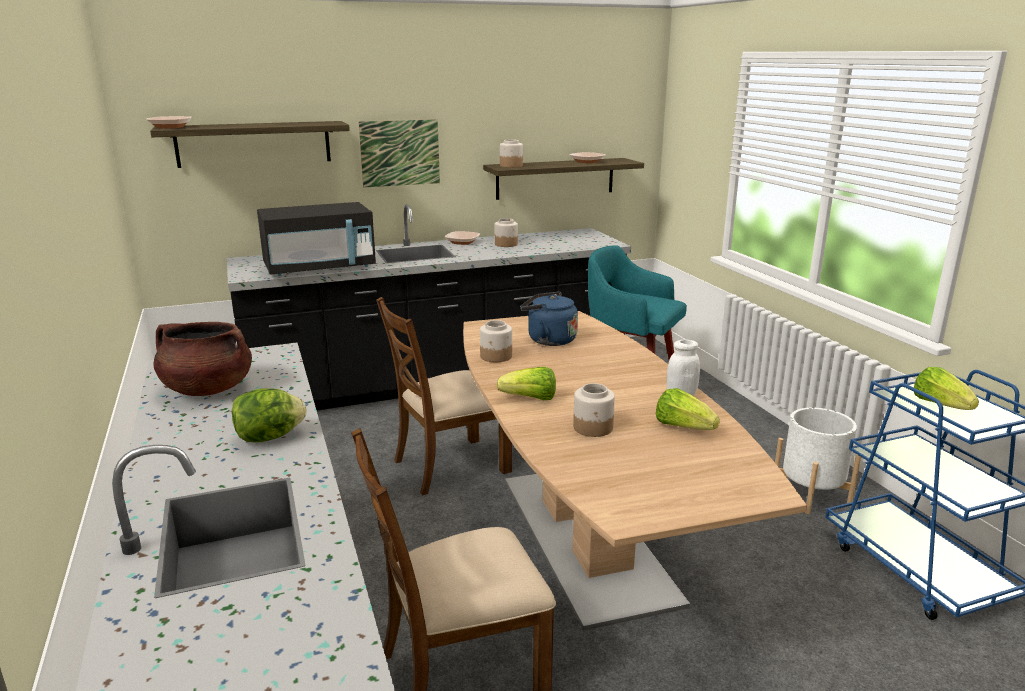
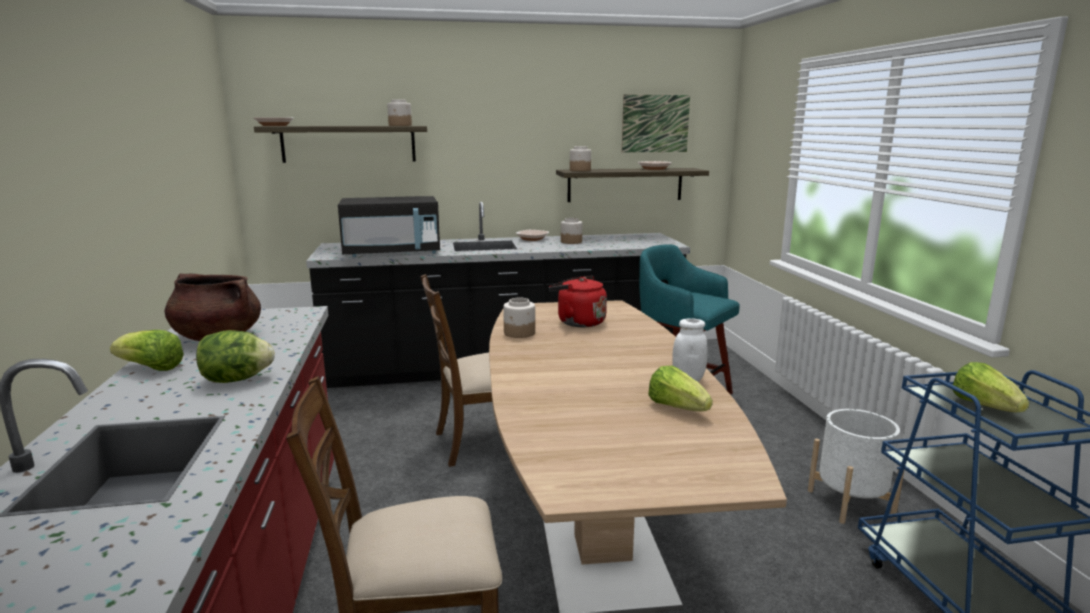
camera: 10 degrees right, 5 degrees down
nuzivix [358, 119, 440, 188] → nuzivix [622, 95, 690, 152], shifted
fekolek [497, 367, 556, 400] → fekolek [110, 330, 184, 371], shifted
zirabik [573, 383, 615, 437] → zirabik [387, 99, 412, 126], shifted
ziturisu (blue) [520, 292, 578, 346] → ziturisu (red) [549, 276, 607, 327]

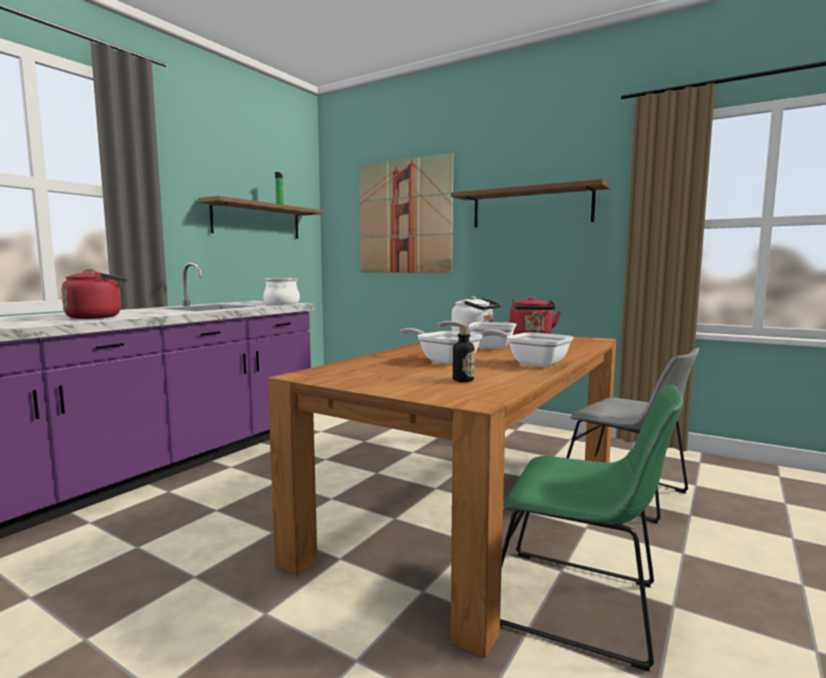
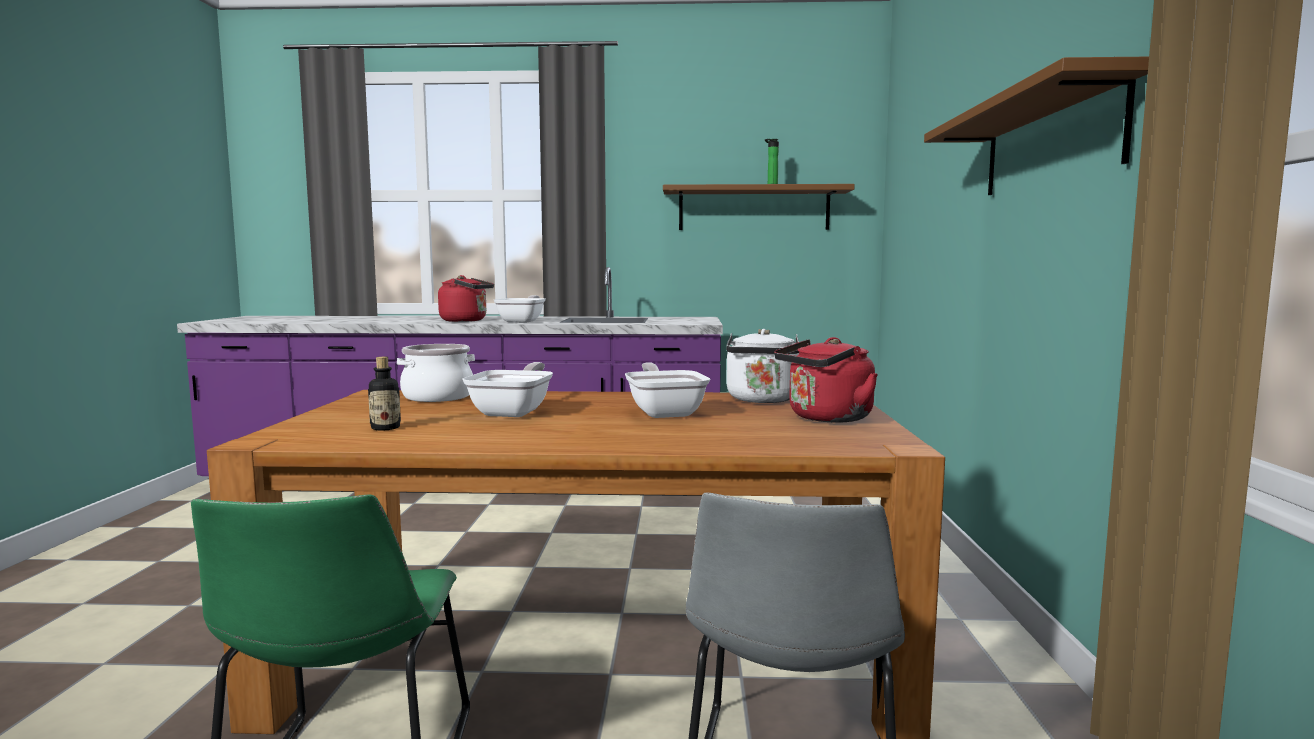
camera: 60 degrees right, 0 degrees up
nuzivix [359, 153, 453, 273] → -
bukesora [263, 278, 300, 305] → bukesora [397, 344, 475, 402], shifted
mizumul [481, 330, 573, 367] → mizumul [494, 295, 546, 323], shifted

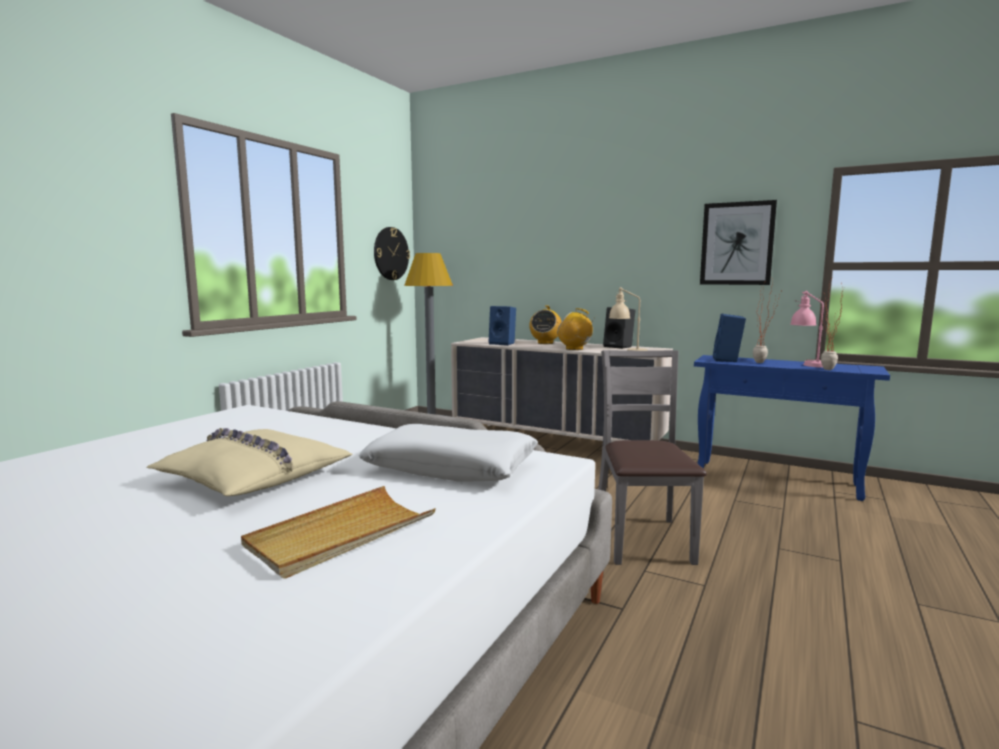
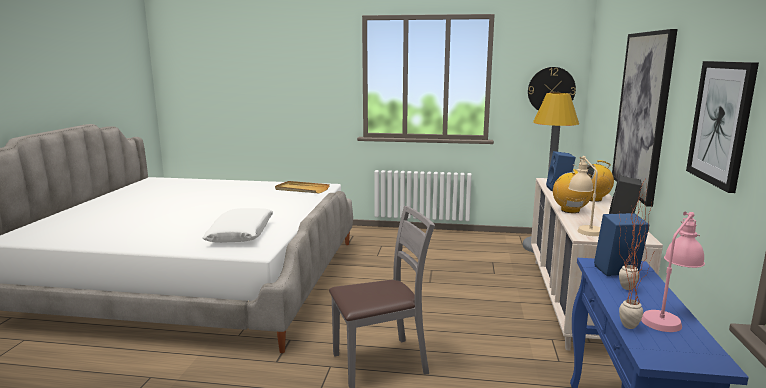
camera: 70 degrees right, 5 degrees up
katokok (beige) [146, 428, 353, 496] → -
- → nuzivix [612, 29, 678, 207]
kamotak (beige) [241, 486, 435, 579] → kamotak (beige) [275, 181, 330, 193], shifted

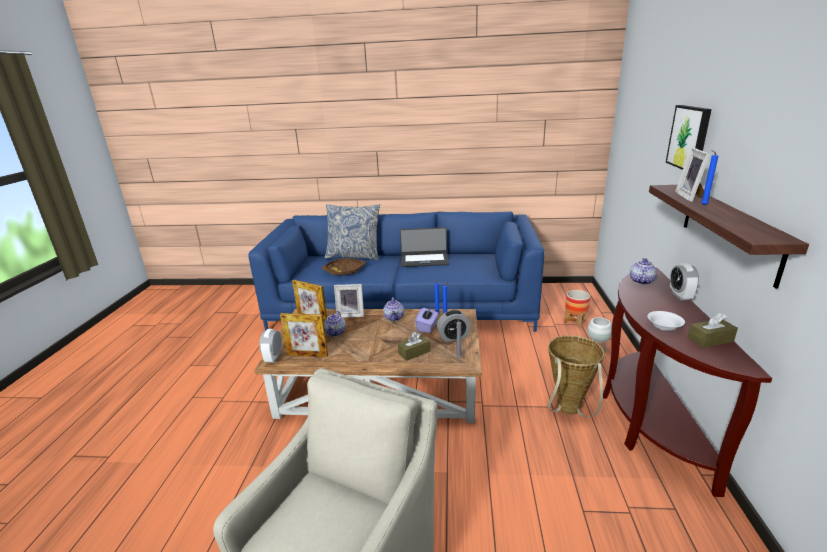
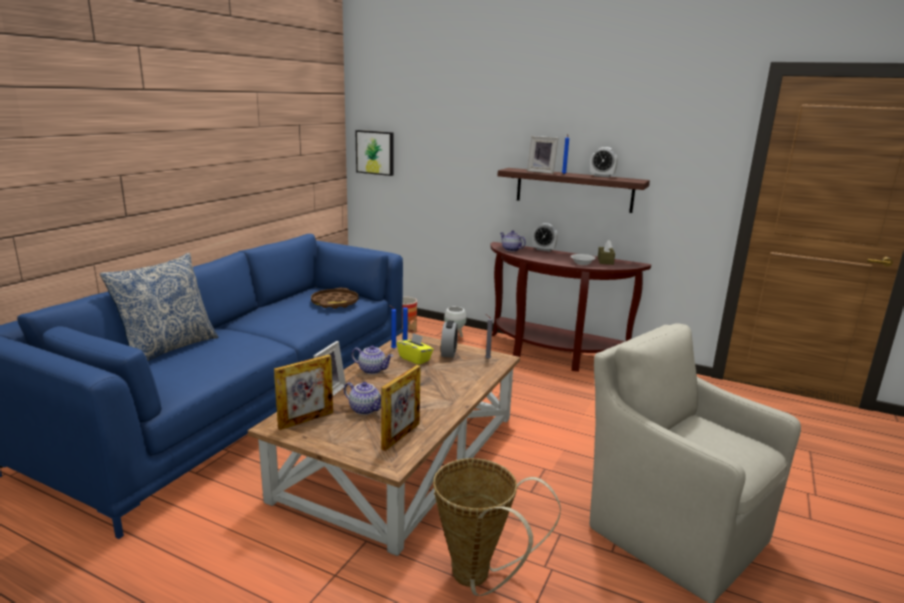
camera: 70 degrees left, 5 degrees down
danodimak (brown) [398, 332, 430, 361] → -
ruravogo [400, 227, 449, 267] → -
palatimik [259, 329, 282, 362] → palatimik [590, 147, 618, 177], shifted
kamotak (brown) [322, 258, 365, 276] → kamotak (brown) [311, 288, 359, 309], shifted
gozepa [548, 335, 604, 417] → gozepa [433, 458, 561, 596], shifted
nuzivix [666, 105, 712, 170] → nuzivix [355, 130, 394, 176], shifted
danodimak (purple) [415, 306, 438, 333] → danodimak (yellow) [397, 333, 434, 365]

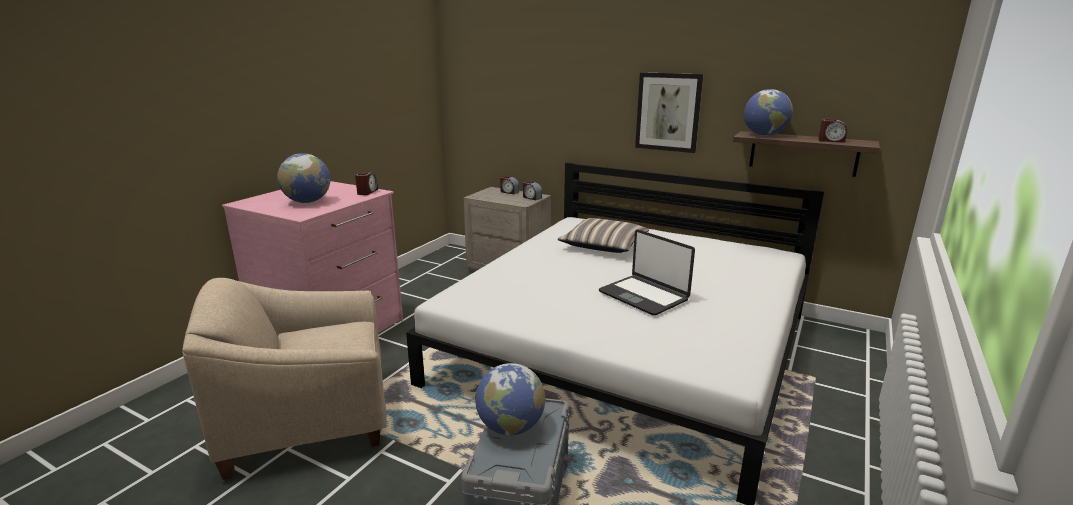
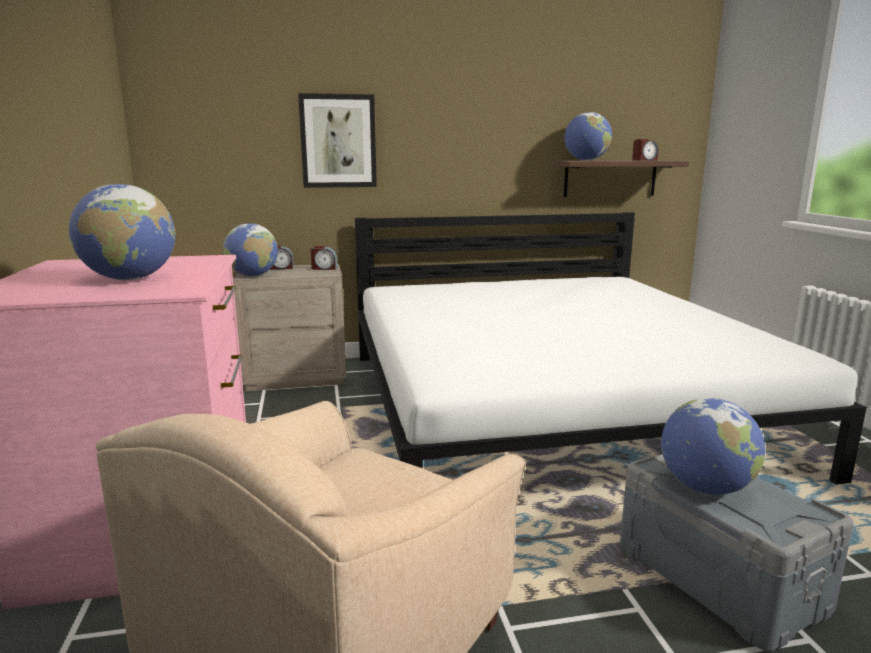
camera: 40 degrees left, 5 degrees down
palatimik [355, 172, 378, 195] → -
katokok [558, 218, 649, 253] → -
ruravogo [599, 229, 695, 315] → -
- → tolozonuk [223, 223, 278, 276]
nuzivix [635, 72, 703, 153] → nuzivix [298, 93, 377, 188], shifted

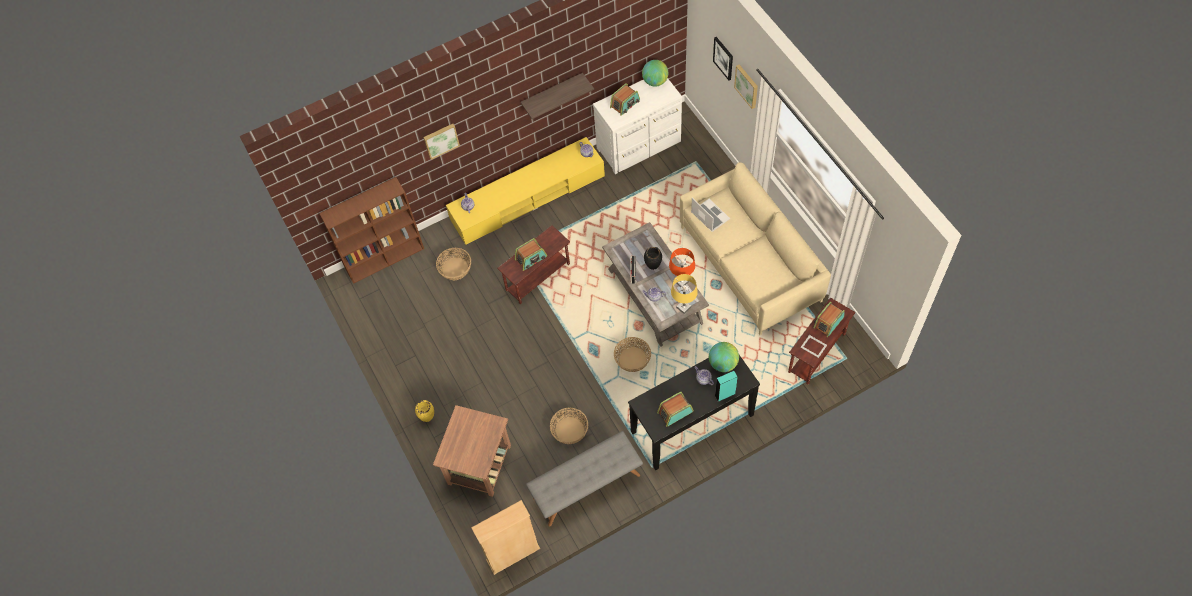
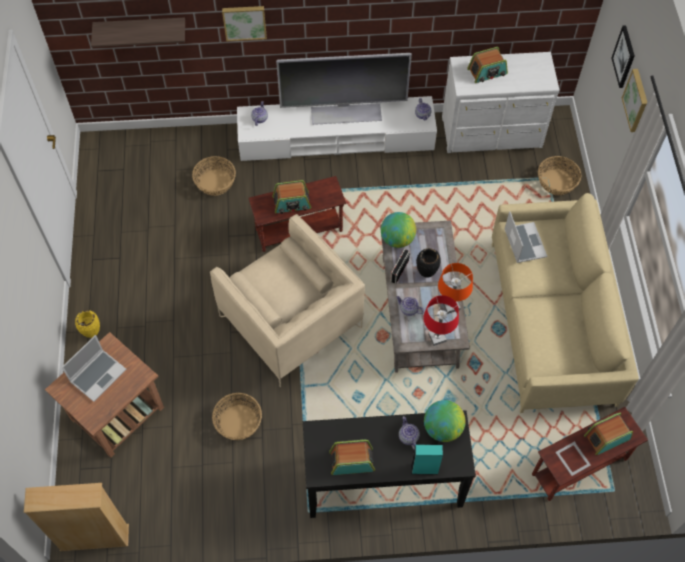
camera: 20 degrees right, 0 degrees up
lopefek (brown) [319, 177, 424, 284] → -
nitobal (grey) [526, 431, 643, 527] → -
- → ruravogo [62, 335, 126, 402]
- → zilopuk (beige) [210, 214, 365, 387]
- → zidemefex [276, 53, 412, 125]
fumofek [521, 73, 594, 119] → fumofek [91, 17, 185, 47], shifted
gozepa [614, 337, 651, 372] → gozepa [538, 156, 581, 195], shifted
tolozonuk [642, 60, 668, 87] → tolozonuk [381, 212, 416, 248], shifted
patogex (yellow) [446, 137, 605, 245] → patogex (white) [237, 96, 437, 161]
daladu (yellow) [671, 274, 698, 314] → daladu (red) [423, 295, 459, 346]

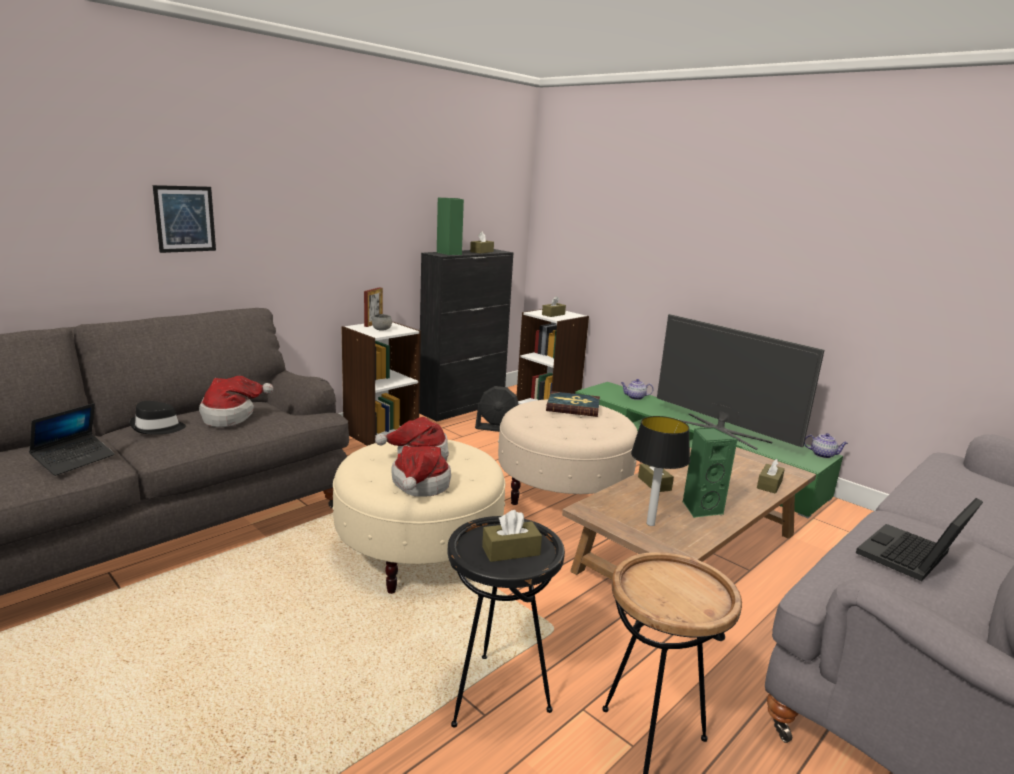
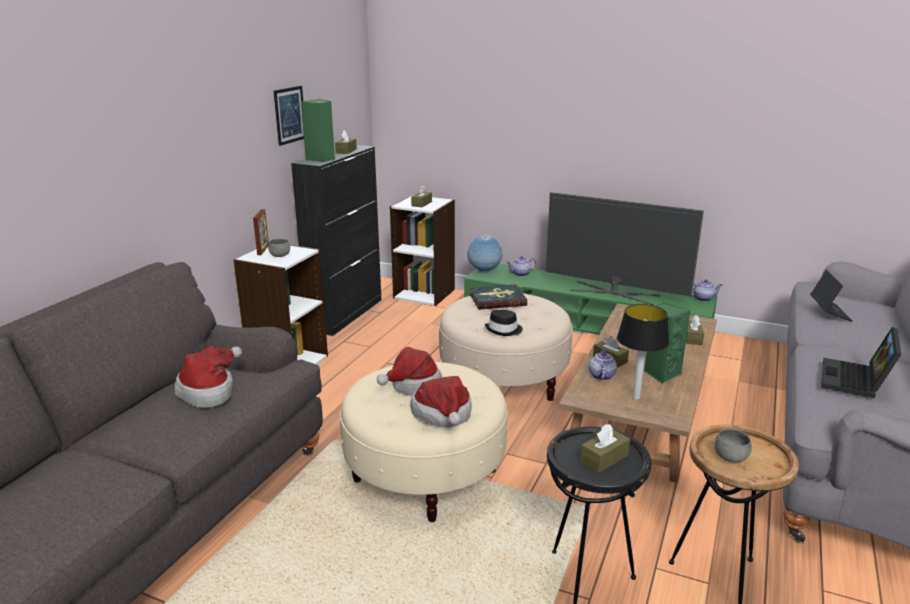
camera: 20 degrees left, 5 degrees up
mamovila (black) [475, 386, 519, 432] → -
- → tolozonuk [467, 235, 503, 273]
- → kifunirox [589, 349, 617, 380]
- → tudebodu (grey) [715, 429, 752, 463]
ruravogo [29, 403, 115, 476] → ruravogo [810, 270, 853, 322], shifted
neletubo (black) [129, 401, 186, 435] → neletubo (black) [485, 310, 523, 336], shifted
nuzivix [153, 185, 216, 253] → nuzivix [274, 86, 304, 146], shifted

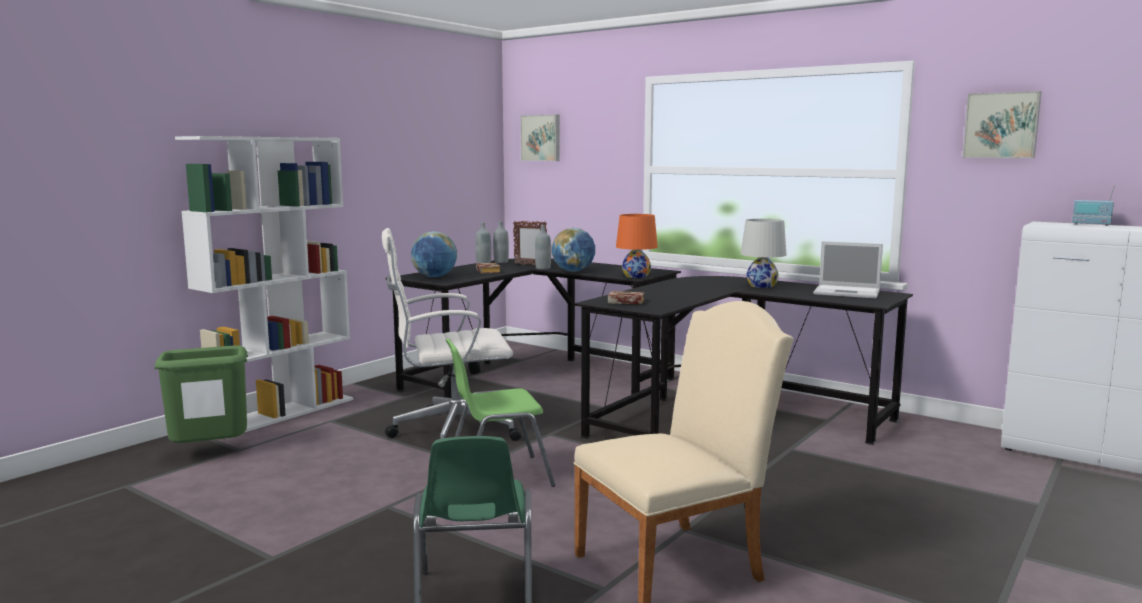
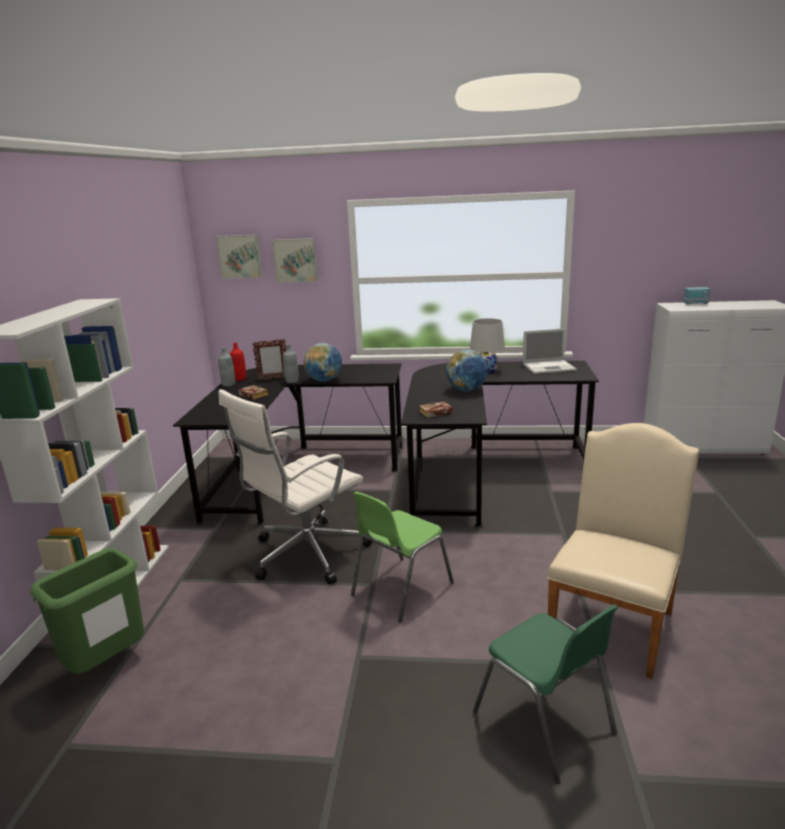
camera: 30 degrees left, 10 degrees up
daladu (orange) [616, 214, 658, 278] → -
tolozonuk [411, 231, 457, 277] → tolozonuk [446, 350, 487, 392], shifted
nuzivix [962, 91, 1041, 158] → nuzivix [272, 238, 318, 283], shifted
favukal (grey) [493, 221, 509, 263] → favukal (red) [230, 343, 246, 381]

